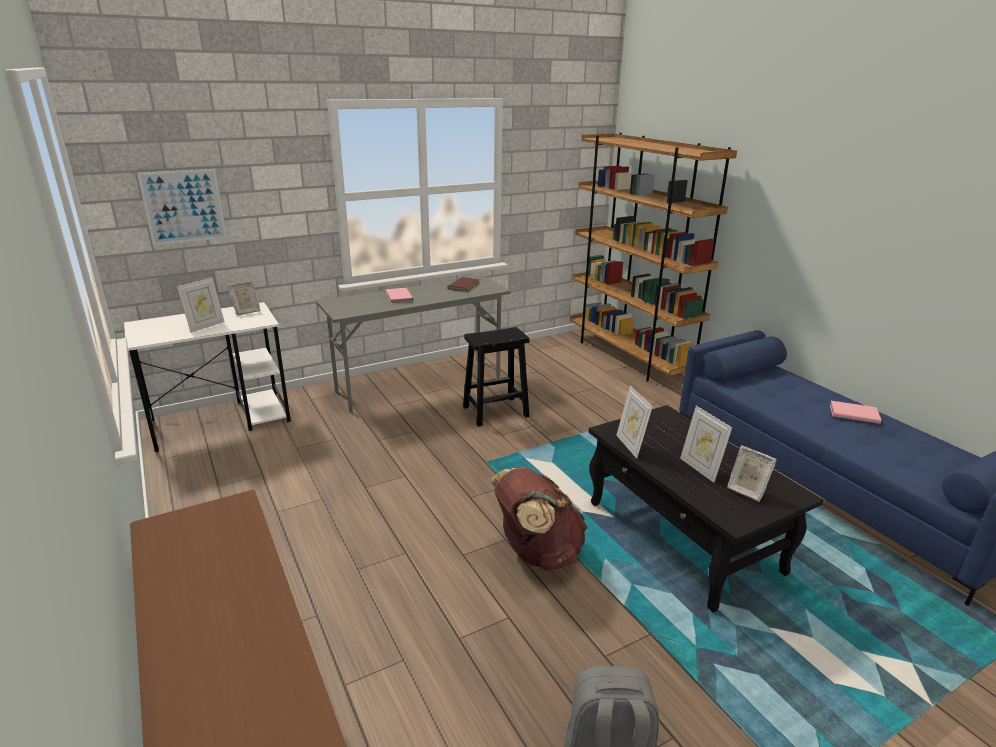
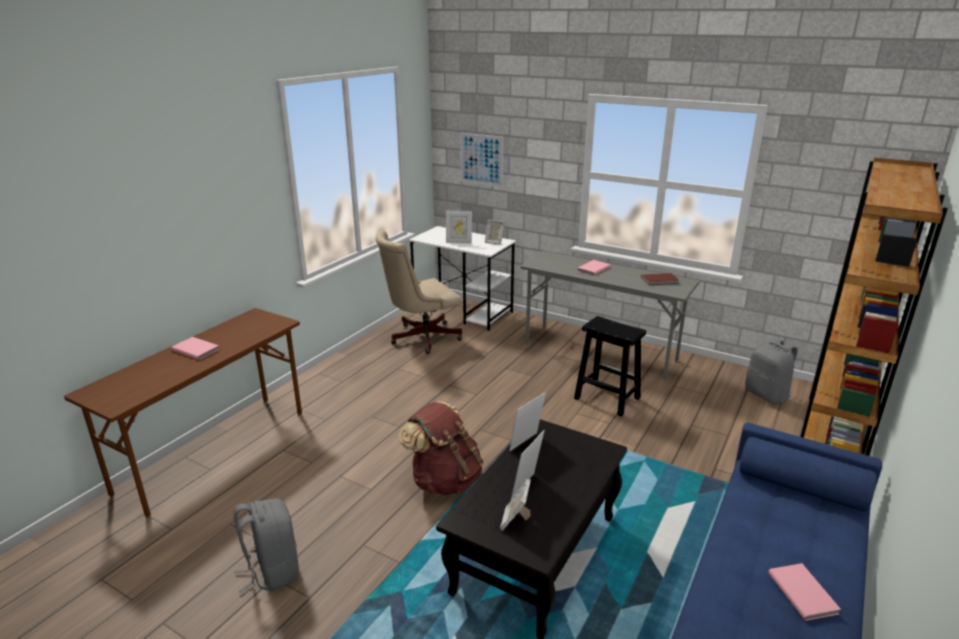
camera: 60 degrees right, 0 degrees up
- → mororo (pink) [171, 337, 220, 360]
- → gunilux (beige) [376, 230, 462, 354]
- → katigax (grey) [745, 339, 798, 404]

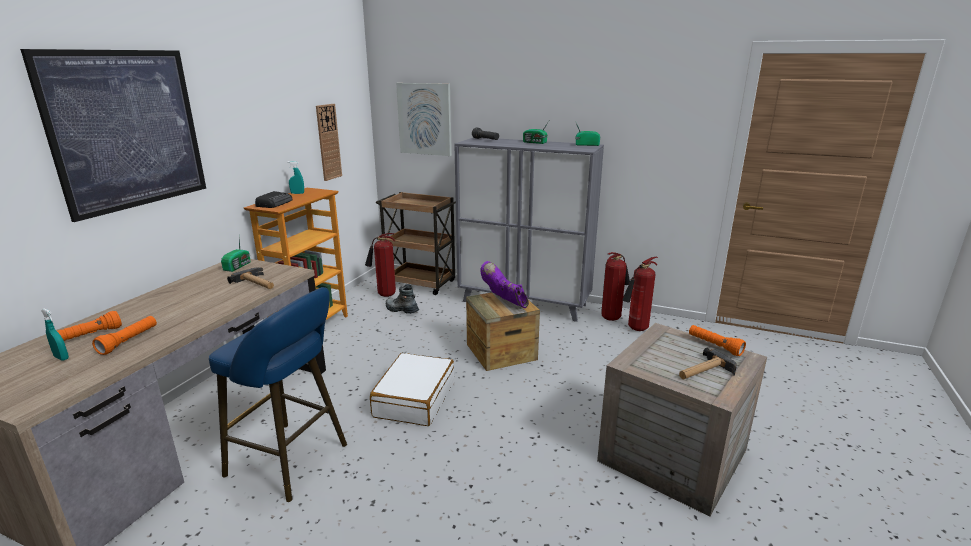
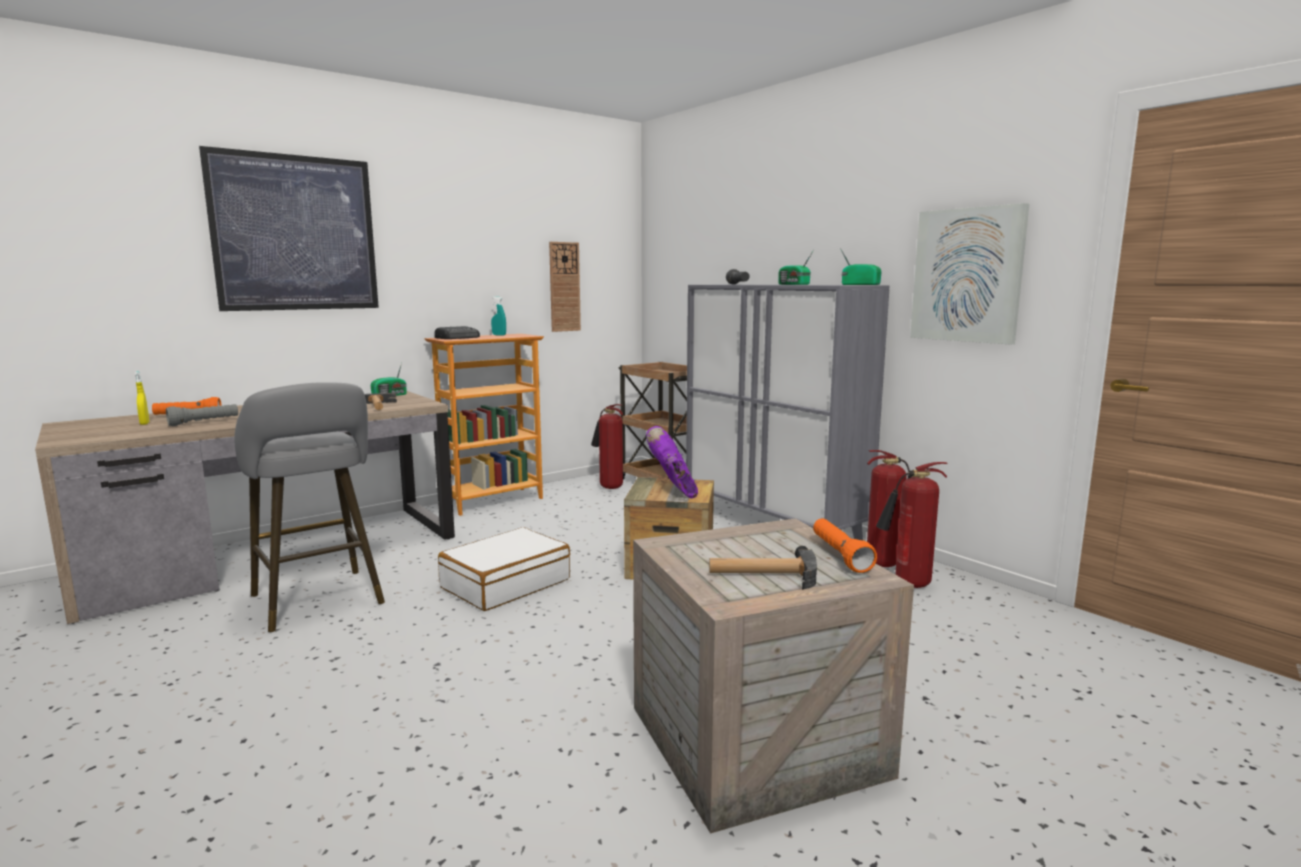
camera: 30 degrees right, 10 degrees down
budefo [386, 284, 419, 314] → -
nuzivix [396, 83, 452, 156] → nuzivix [910, 203, 1029, 345], shifted
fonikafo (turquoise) [41, 308, 69, 360] → fonikafo (yellow) [135, 371, 149, 425]
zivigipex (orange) [92, 316, 157, 355] → zivigipex (grey) [166, 404, 238, 426]
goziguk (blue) [209, 287, 347, 502] → goziguk (grey) [234, 382, 385, 632]

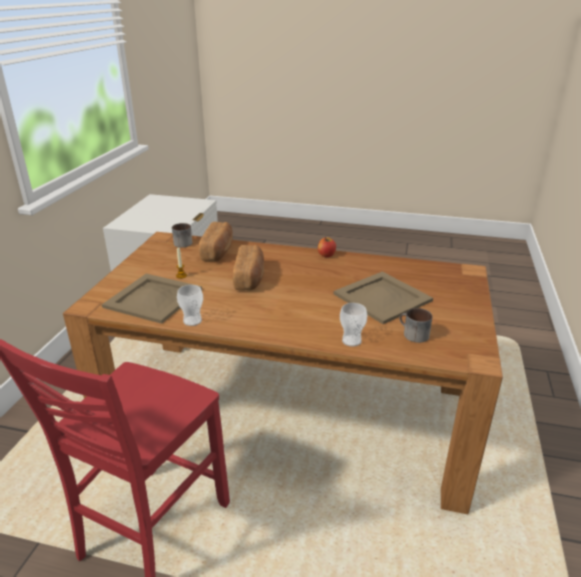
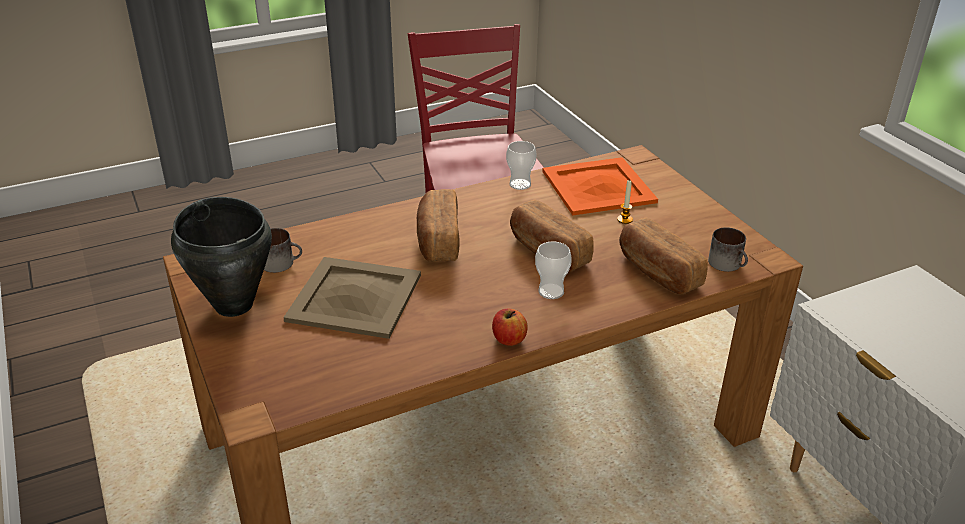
camera: 140 degrees right, 5 degrees up
- → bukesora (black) [171, 197, 272, 317]
- → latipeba [417, 189, 460, 262]
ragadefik [340, 303, 367, 347] → ragadefik [535, 241, 572, 299], shifted
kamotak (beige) [102, 274, 202, 324] → kamotak (orange) [542, 157, 658, 216]

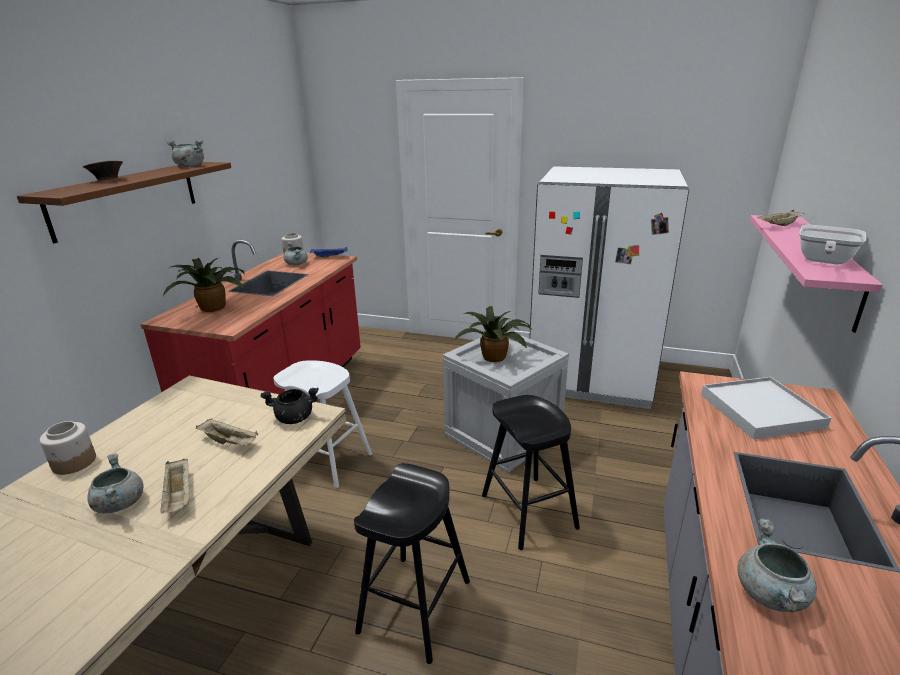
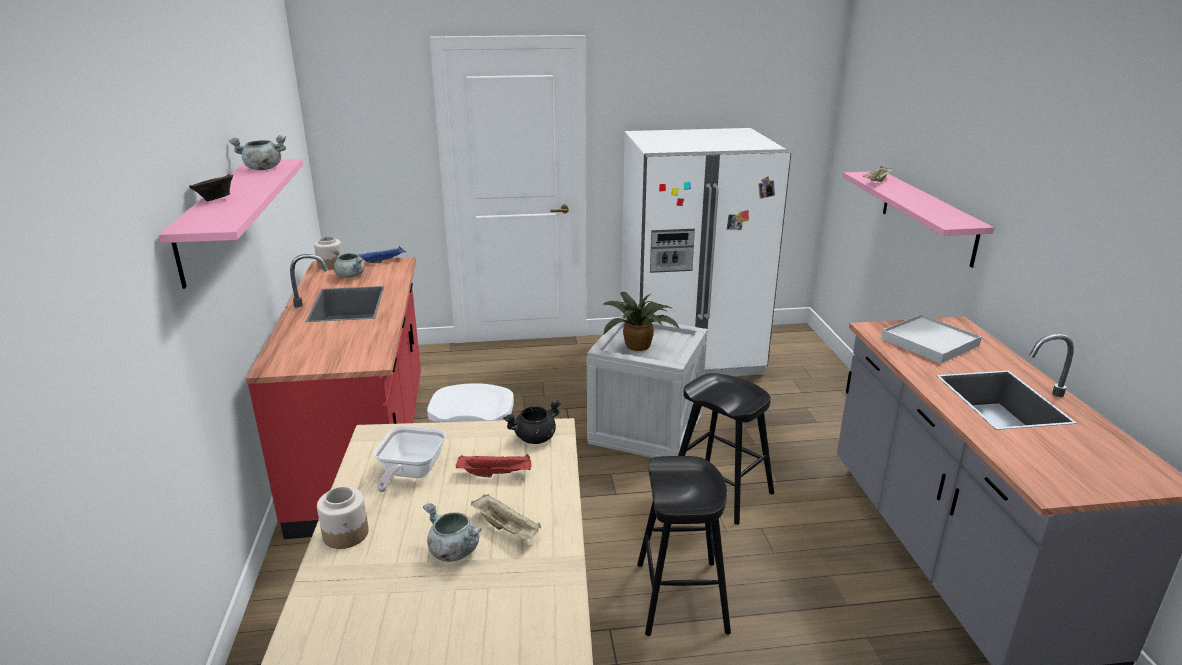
camera: 25 degrees left, 0 degrees up
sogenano [163, 258, 247, 312] → -
bukesora (grey) [737, 518, 817, 612] → -
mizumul [799, 225, 866, 264] → mizumul [374, 426, 446, 492], shifted
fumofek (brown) [17, 162, 231, 243] → fumofek (pink) [159, 159, 303, 289]
kamotak (beige) [196, 419, 258, 446] → kamotak (red) [456, 454, 532, 478]

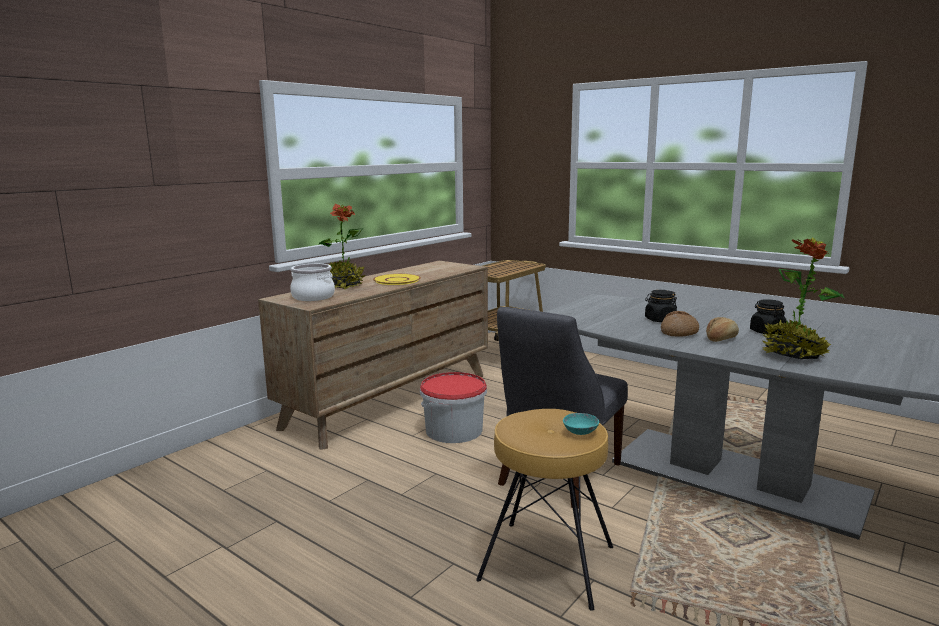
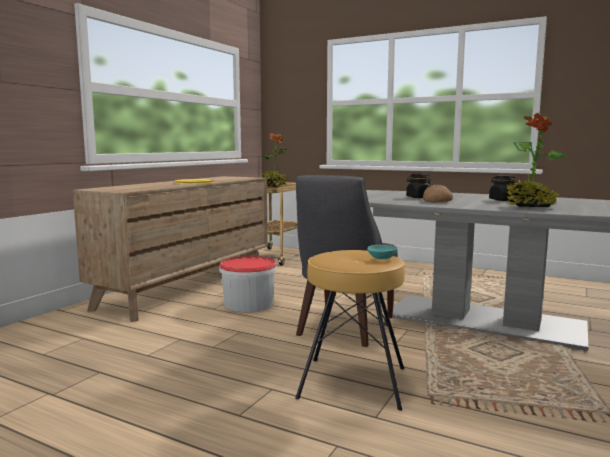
camera: 10 degrees left, 5 degrees down
bukesora [290, 264, 335, 301] → -
latipeba [706, 317, 739, 342] → -
sogenano [319, 203, 366, 290] → sogenano [259, 133, 287, 187], shifted

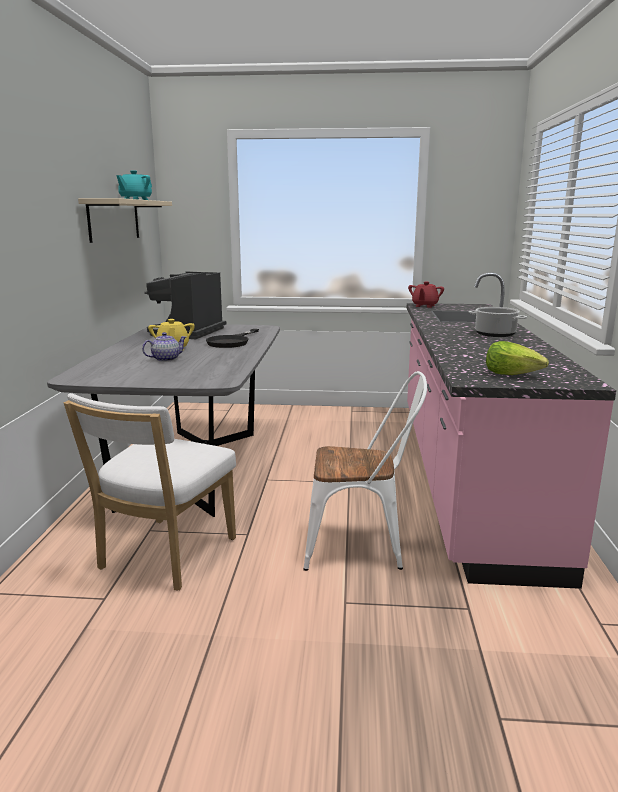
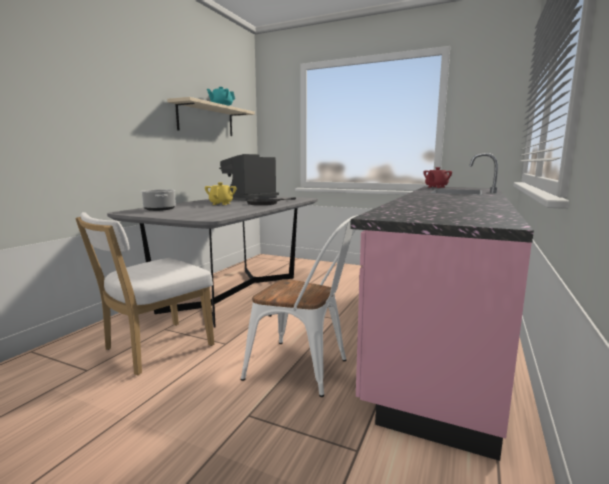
camera: 20 degrees right, 5 degrees down
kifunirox [142, 332, 186, 362] → -
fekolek [486, 341, 549, 375] → -
bukesora [468, 307, 527, 337] → bukesora [141, 189, 176, 211], shifted

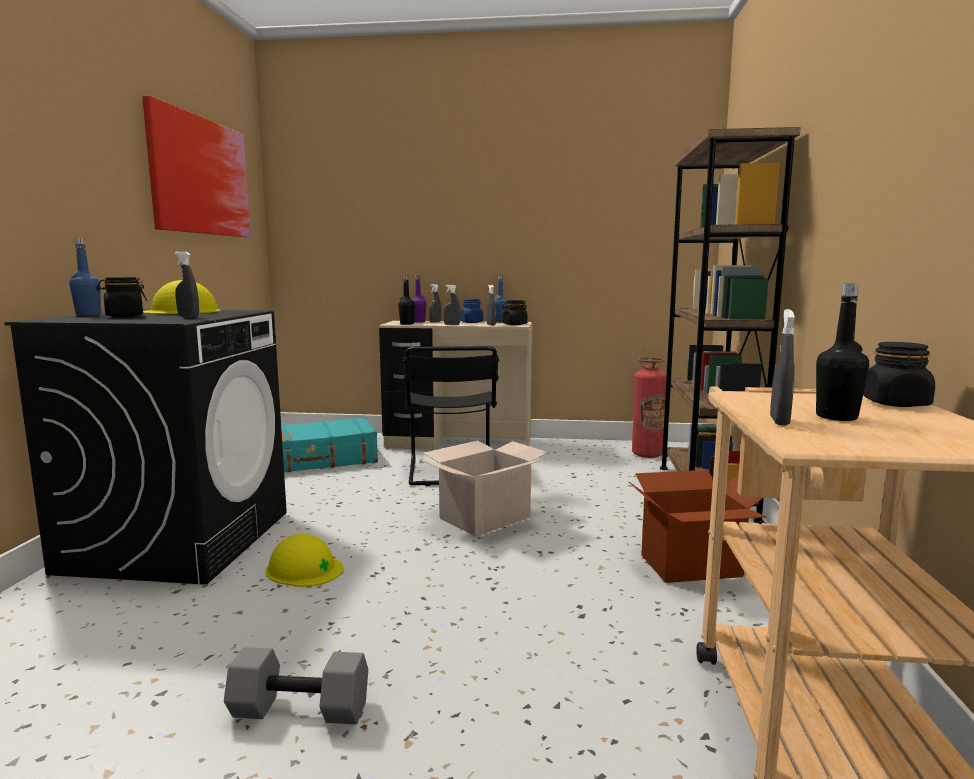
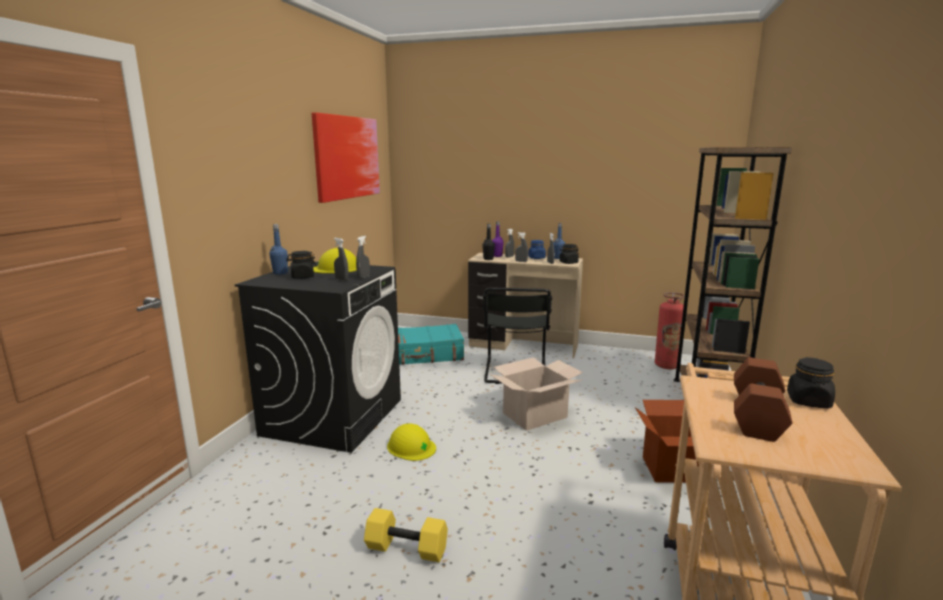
camera: 10 degrees right, 5 degrees up
fonikafo (grey) [770, 309, 795, 426] → fonikafo (grey) [356, 236, 370, 279], shifted
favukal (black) [816, 284, 869, 421] → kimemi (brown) [734, 357, 792, 442]
kimemi (grey) [224, 647, 368, 725] → kimemi (yellow) [364, 508, 448, 562]

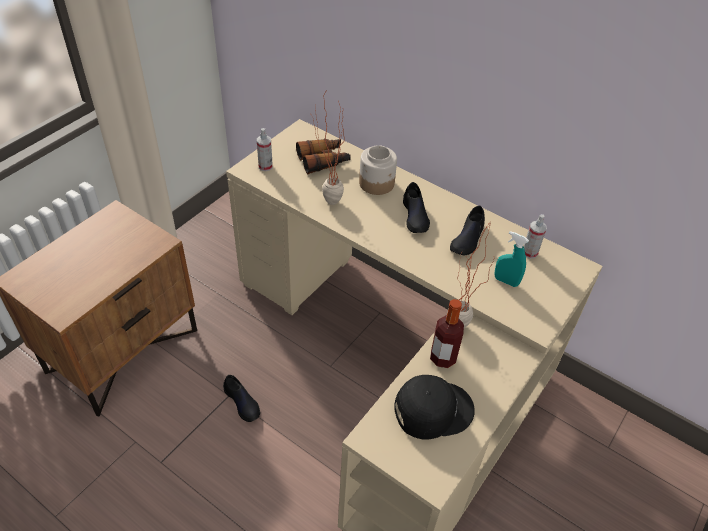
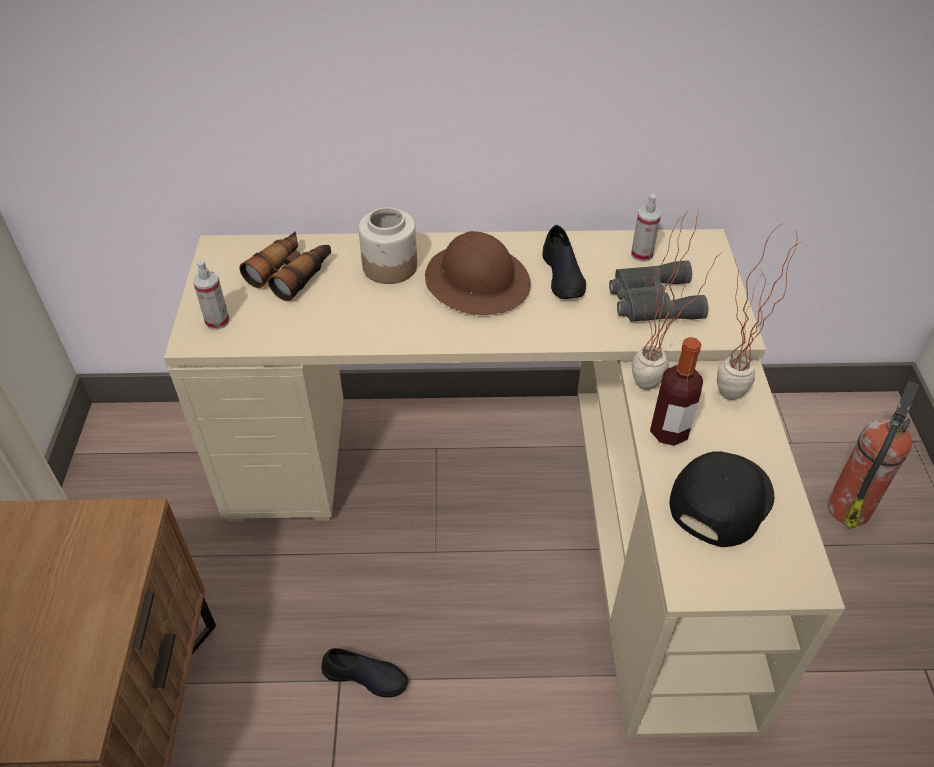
camera: 35 degrees left, 0 degrees up
- → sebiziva [827, 381, 919, 528]
sogenano [311, 93, 345, 205] → sogenano [717, 223, 801, 400], shifted
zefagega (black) [403, 182, 430, 233] → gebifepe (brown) [425, 231, 531, 315]
fonikafo (turquoise) [495, 231, 529, 287] → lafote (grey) [609, 261, 708, 322]

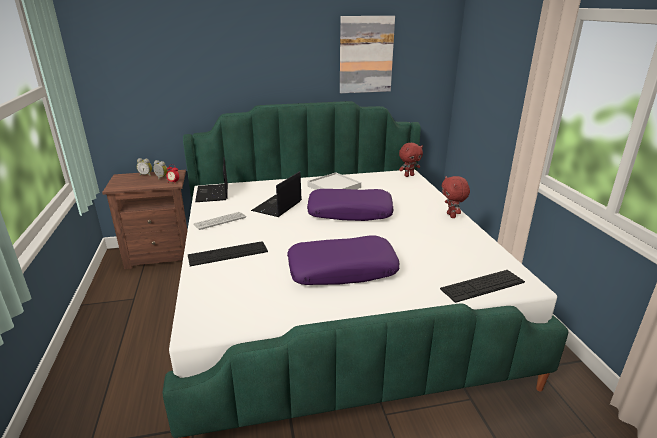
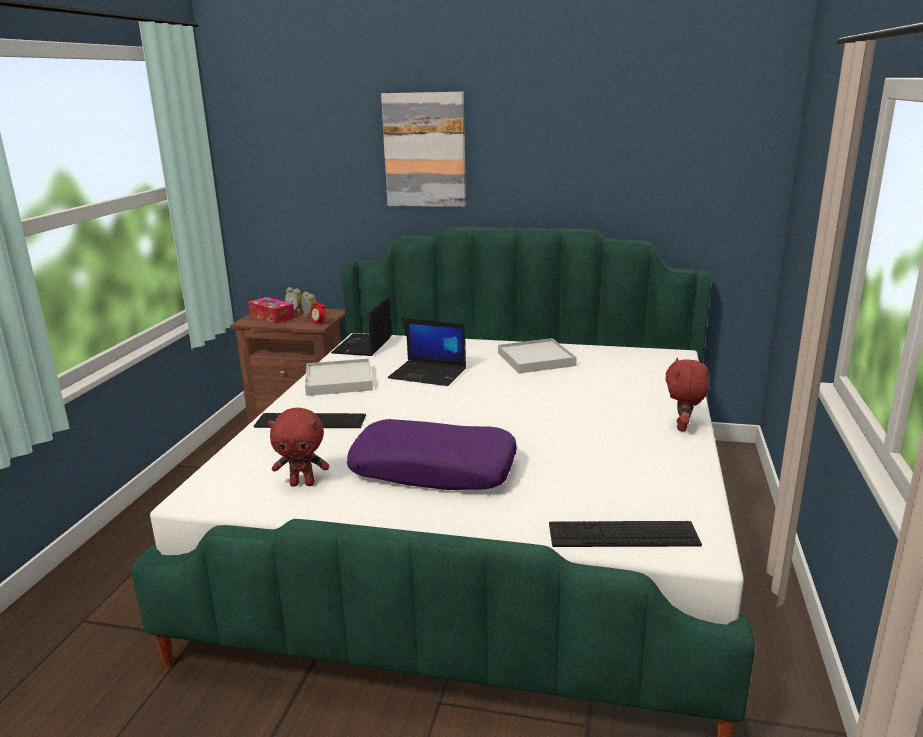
camera: 25 degrees right, 5 degrees down
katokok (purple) [307, 189, 394, 221] → -
- → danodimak [248, 297, 295, 324]
nuzivix [340, 16, 395, 93] → nuzivix [381, 92, 466, 207], shifted
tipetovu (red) [399, 143, 423, 177] → tipetovu (red) [268, 408, 329, 487], shifted
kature [194, 212, 246, 230] → kamotak (white) [305, 358, 373, 396]
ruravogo [251, 171, 302, 217] → ruravogo [388, 318, 466, 386], 120 degrees counterclockwise

